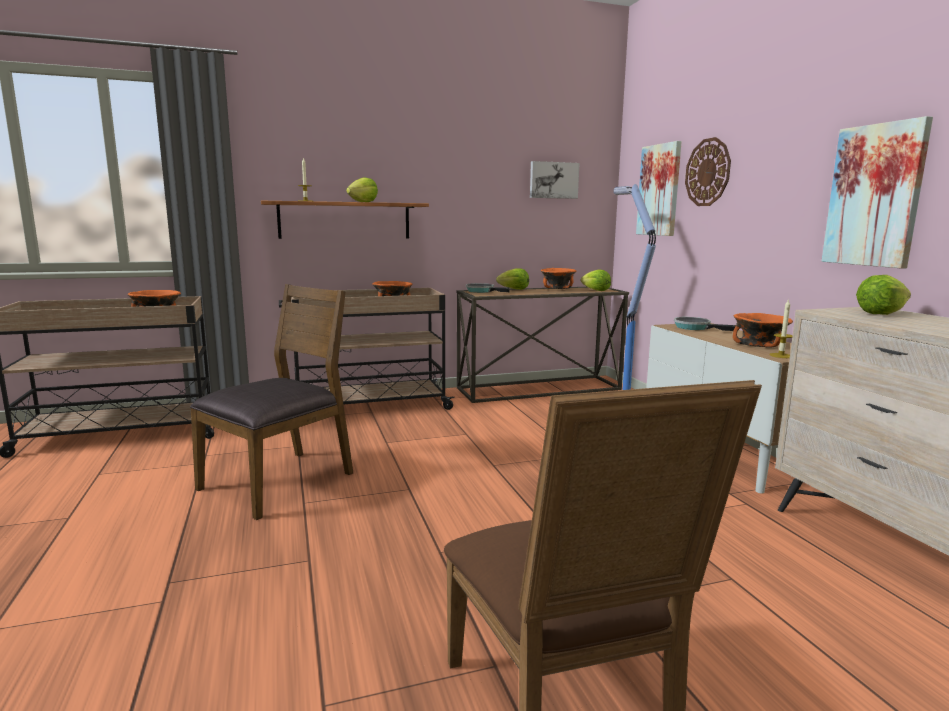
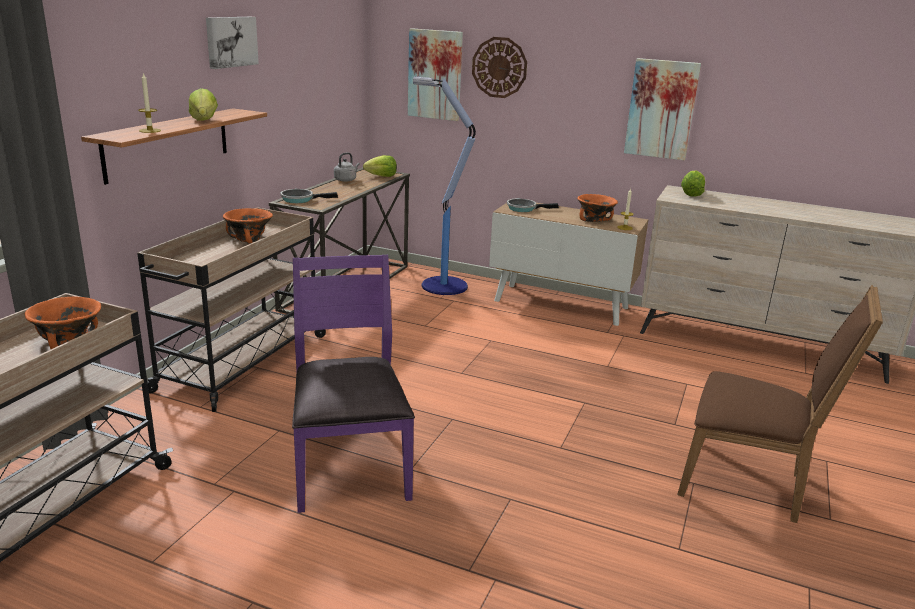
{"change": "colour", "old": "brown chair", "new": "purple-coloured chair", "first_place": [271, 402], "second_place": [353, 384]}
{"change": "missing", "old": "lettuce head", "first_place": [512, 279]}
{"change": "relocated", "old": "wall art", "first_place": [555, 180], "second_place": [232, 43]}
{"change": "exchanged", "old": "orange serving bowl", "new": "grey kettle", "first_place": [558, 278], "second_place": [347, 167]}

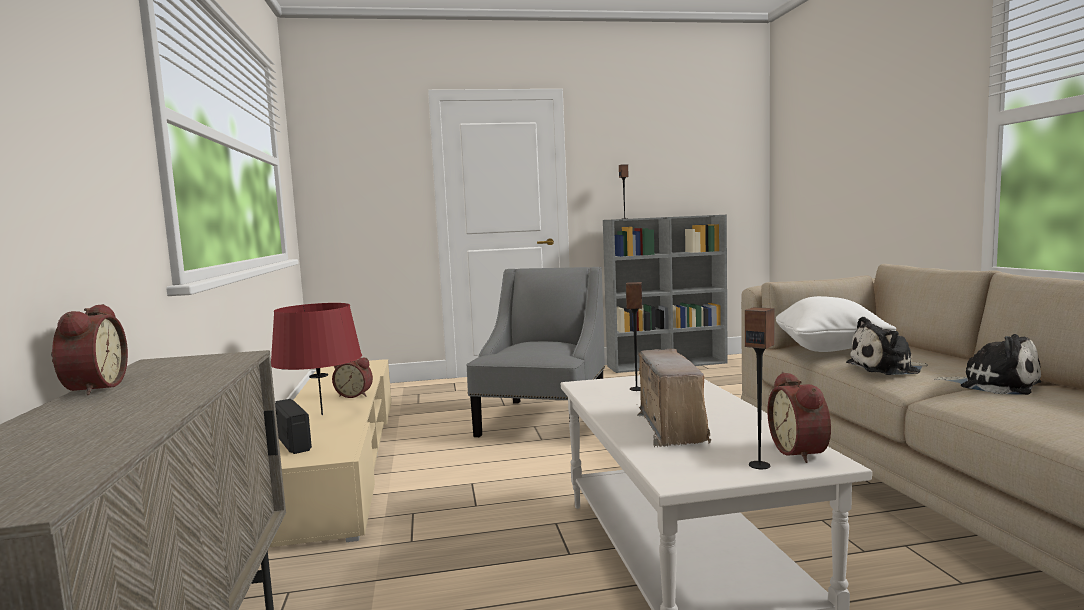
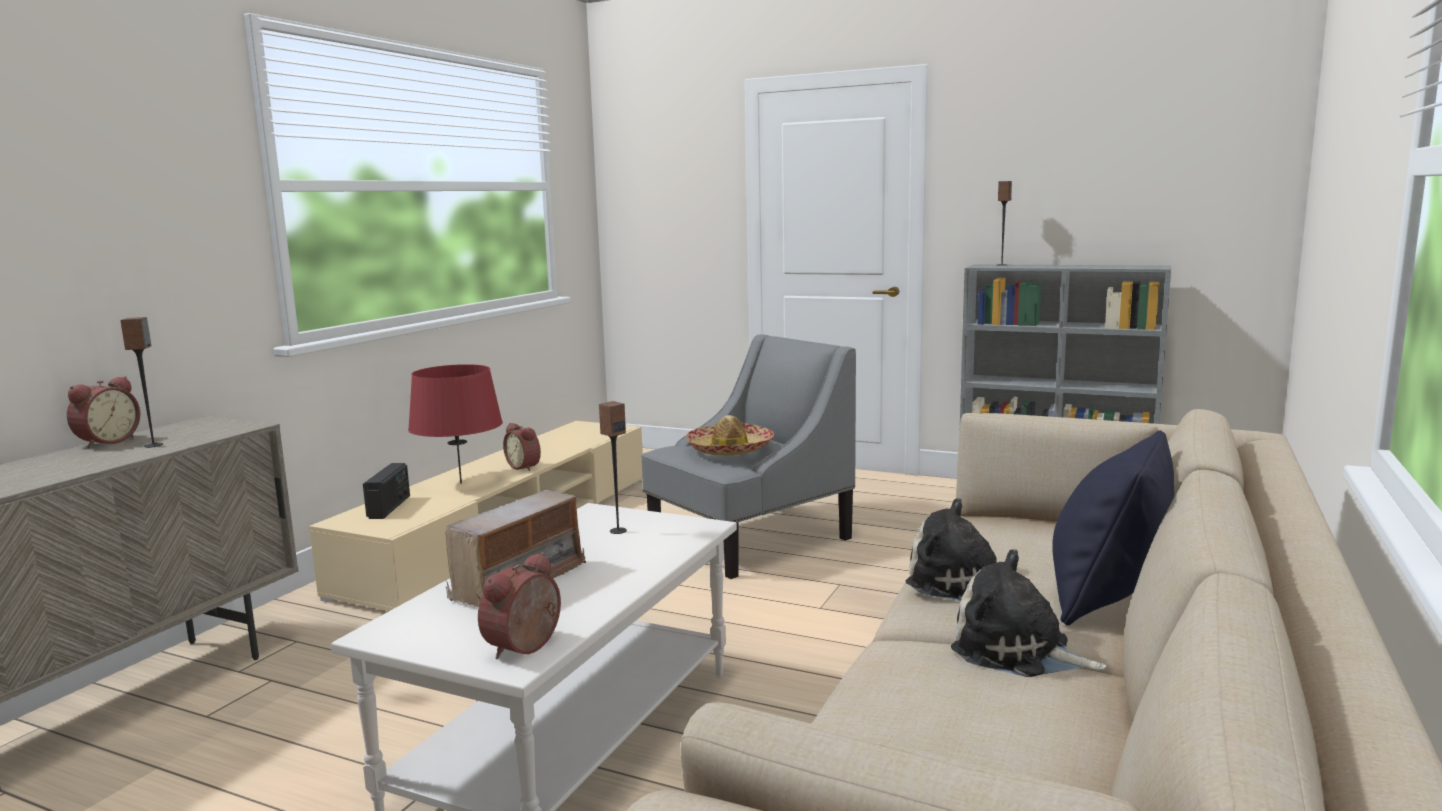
{"change": "relocated", "old": "speaker", "first_place": [760, 388], "second_place": [141, 382]}
{"change": "missing", "old": "white throw pillow", "first_place": [836, 324]}
{"change": "spun", "old": "cuddly toy", "first_place": [988, 364], "second_place": [1028, 613], "degrees": 135}
{"change": "appeared", "new": "clothing hat", "second_place": [730, 435]}
{"change": "appeared", "new": "black throw pillow", "second_place": [1113, 528]}

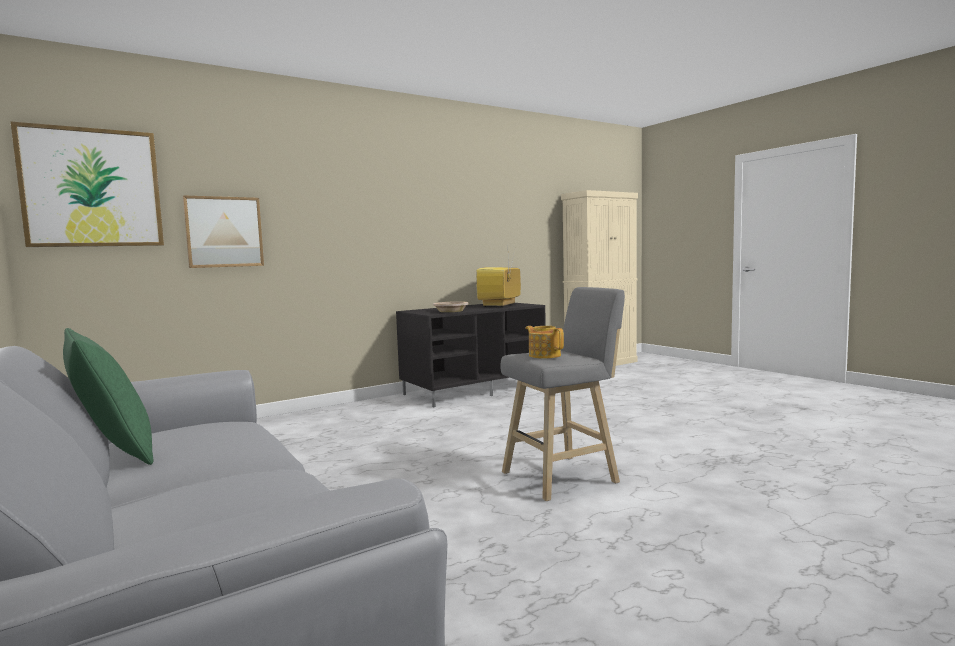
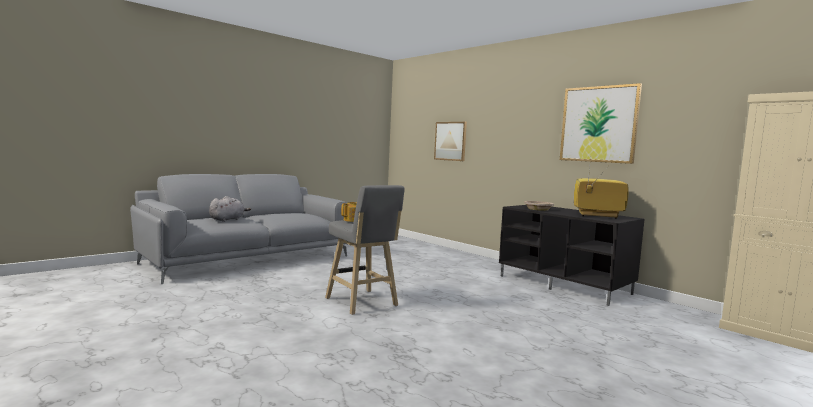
{"change": "relocated", "old": "wall art", "first_place": [87, 184], "second_place": [601, 123]}
{"change": "missing", "old": "greenish throw pillow", "first_place": [108, 396]}
{"change": "appeared", "new": "grey cuddly toy", "second_place": [230, 209]}

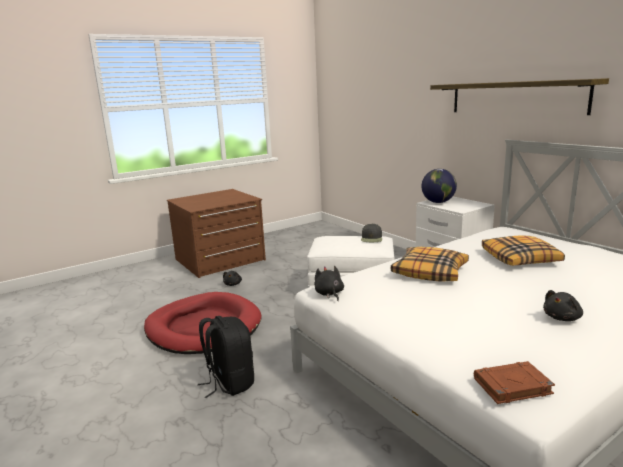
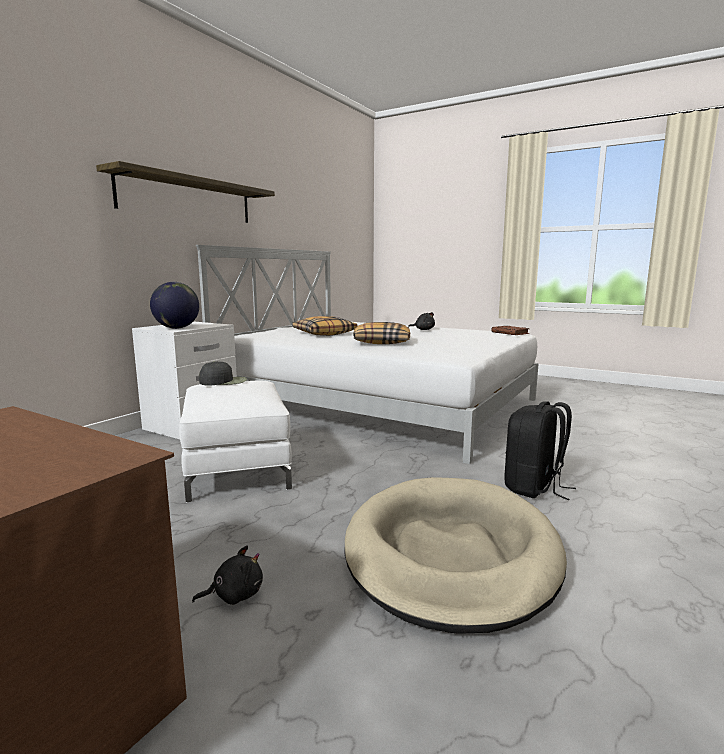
{"change": "colour", "old": "reddish dog cushion", "new": "sand-coloured dog cushion", "first_place": [202, 323], "second_place": [456, 555]}
{"change": "missing", "old": "black cuddly toy", "first_place": [329, 283]}

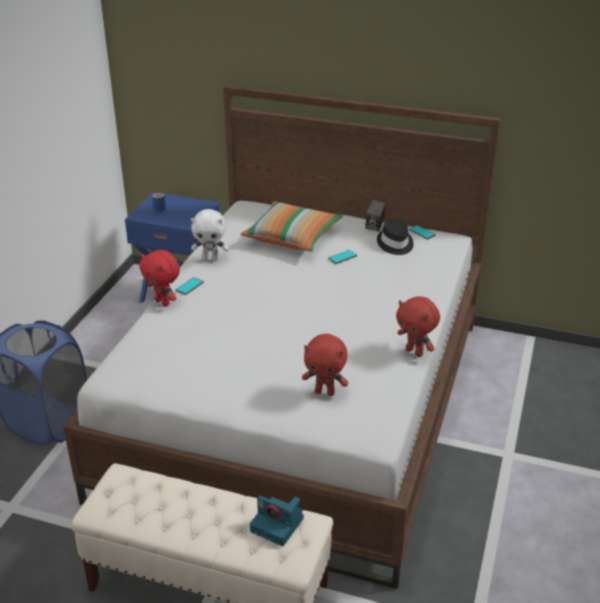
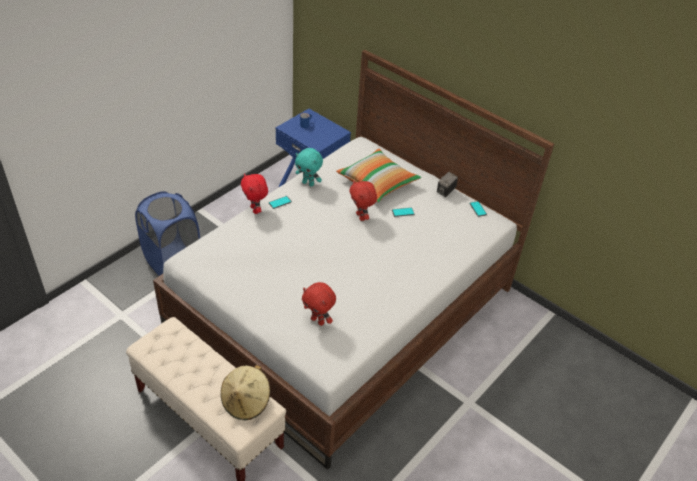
{"change": "colour", "old": "white cuddly toy", "new": "blue-green cuddly toy", "first_place": [210, 235], "second_place": [309, 167]}
{"change": "exchanged", "old": "still camera", "new": "sand-coloured clothing hat", "first_place": [277, 521], "second_place": [245, 392]}
{"change": "missing", "old": "black clothing hat", "first_place": [395, 237]}
{"change": "relocated", "old": "reddish cuddly toy", "first_place": [418, 326], "second_place": [363, 200]}

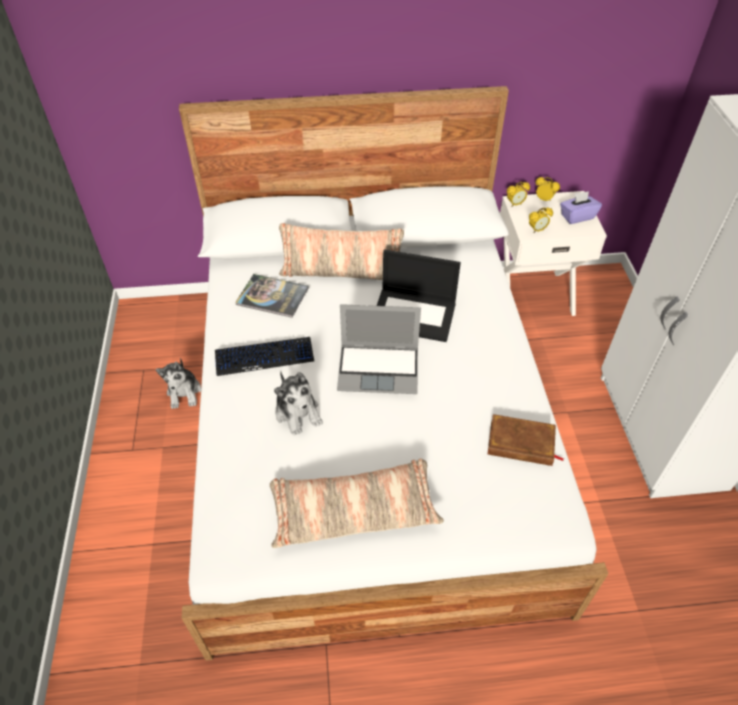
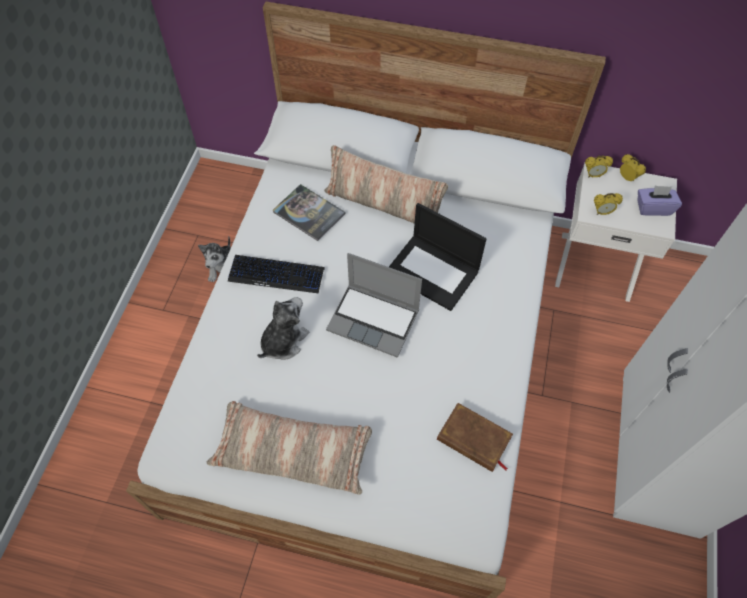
{"change": "spun", "old": "cuddly toy", "first_place": [298, 403], "second_place": [283, 328], "degrees": -135}

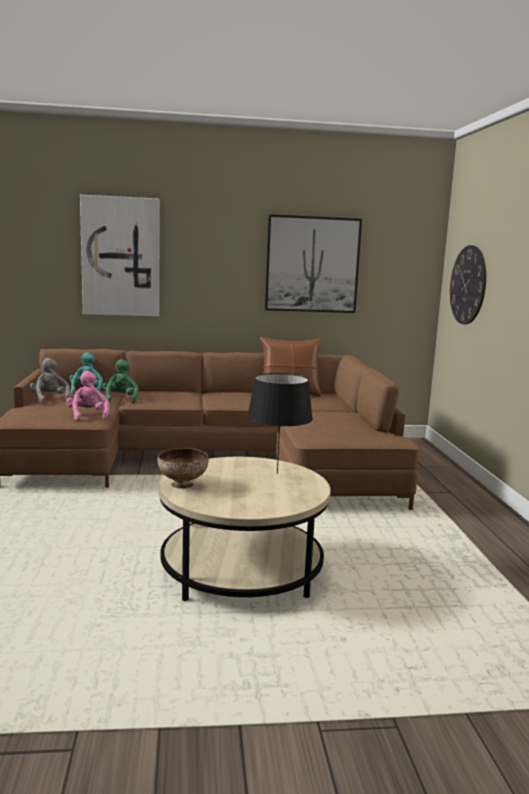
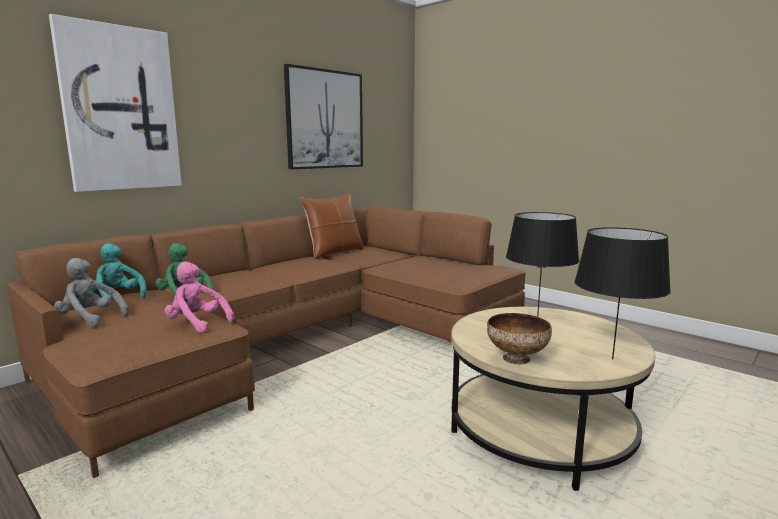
{"change": "missing", "old": "hanging clock", "first_place": [468, 284]}
{"change": "appeared", "new": "black lamp for a table", "second_place": [622, 293]}

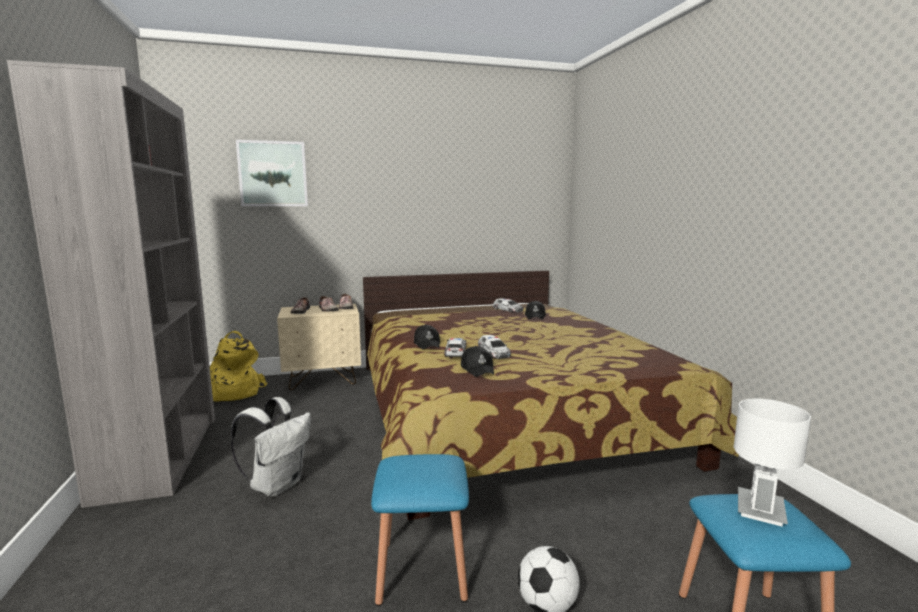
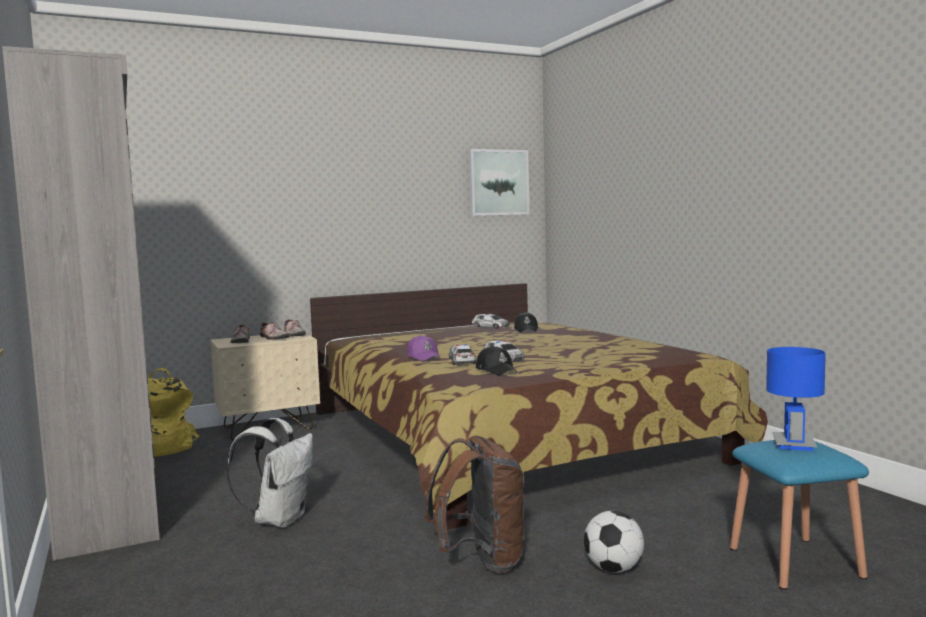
{"change": "relocated", "old": "wall art", "first_place": [272, 173], "second_place": [499, 182]}
{"change": "exchanged", "old": "bluish sitting stool", "new": "brown backpack", "first_place": [420, 530], "second_place": [475, 504]}
{"change": "colour", "old": "black baseball cap", "new": "purple-coloured baseball cap", "first_place": [427, 337], "second_place": [423, 348]}
{"change": "colour", "old": "white lamp for a table", "new": "bluish lamp for a table", "first_place": [772, 462], "second_place": [796, 399]}

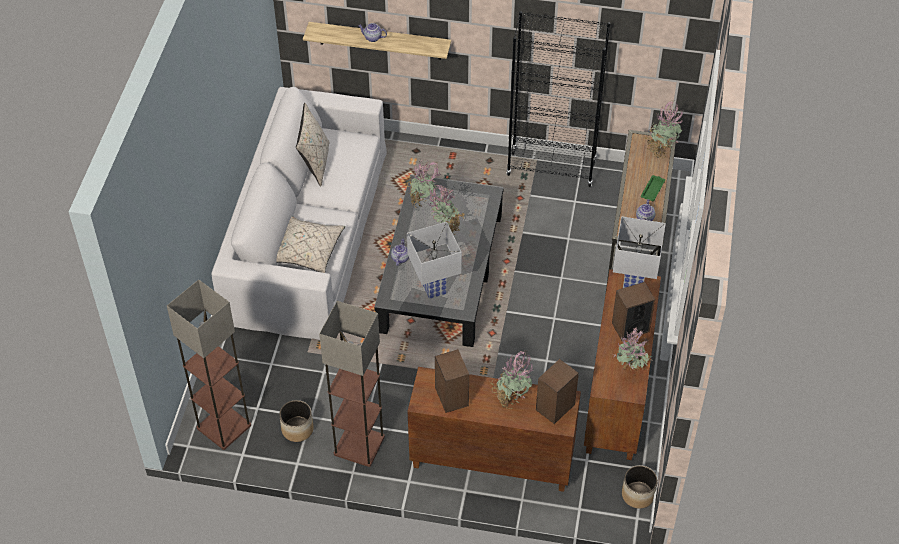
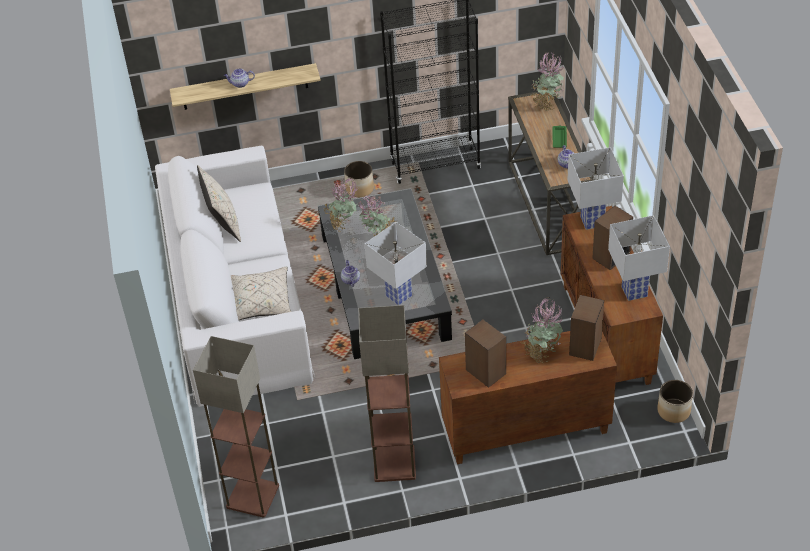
{"change": "relocated", "old": "planter", "first_place": [296, 421], "second_place": [359, 179]}
{"change": "exchanged", "old": "houseplant", "new": "white lamp for a table", "first_place": [633, 349], "second_place": [639, 258]}

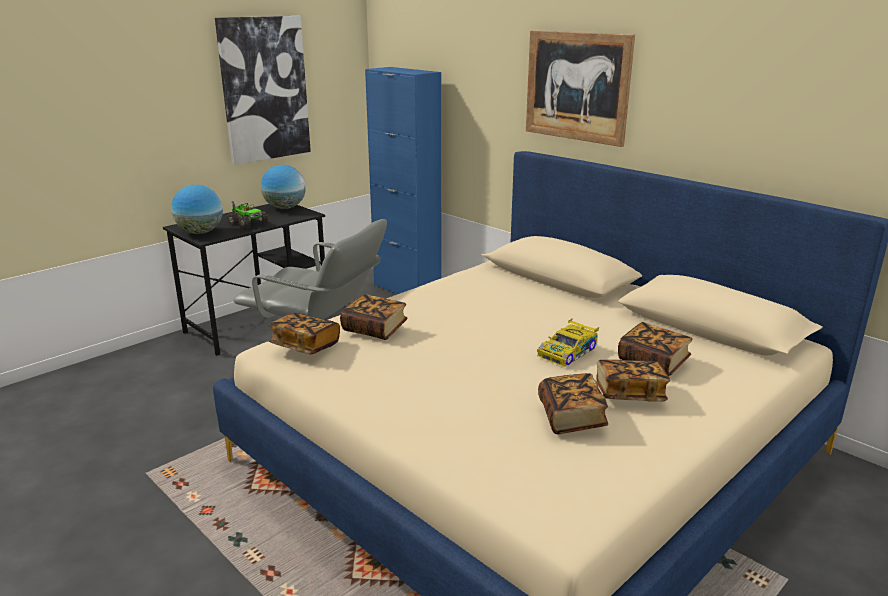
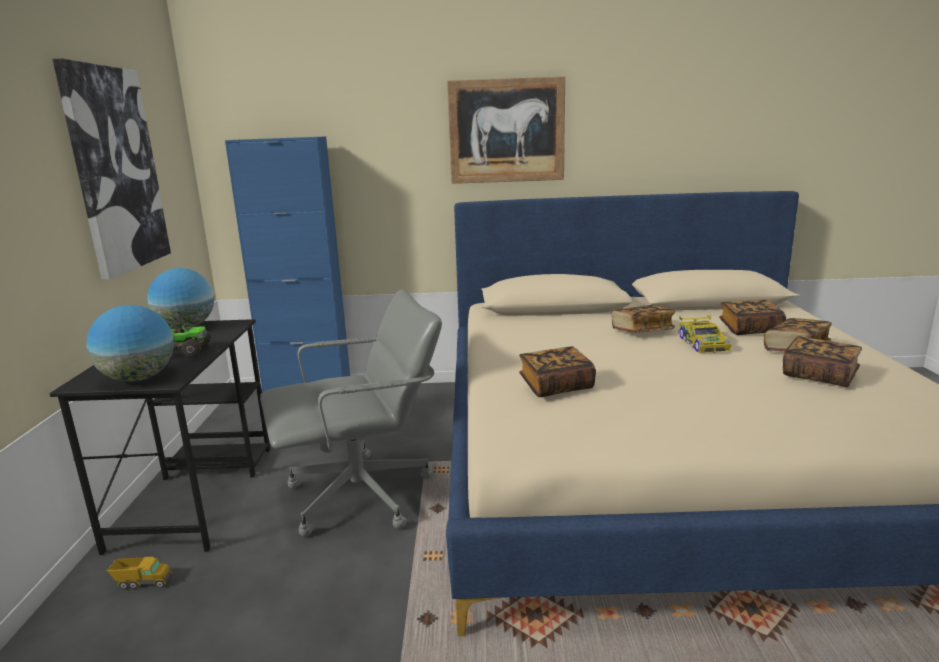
{"change": "relocated", "old": "volume", "first_place": [304, 333], "second_place": [643, 319]}
{"change": "appeared", "new": "model truck", "second_place": [139, 573]}

